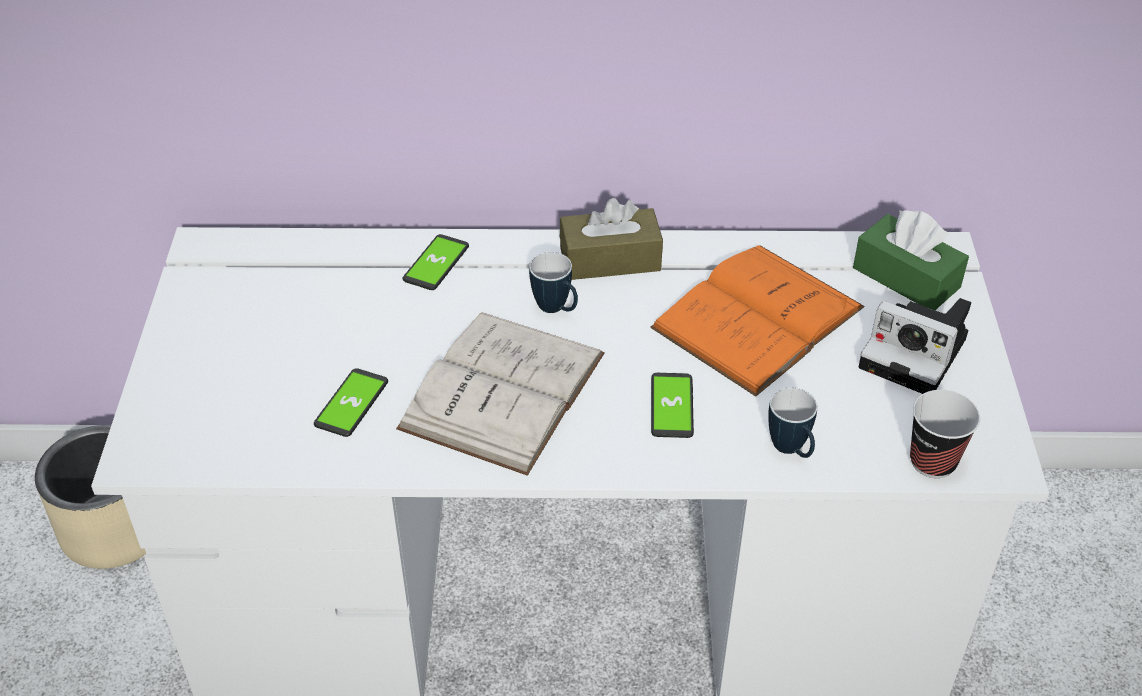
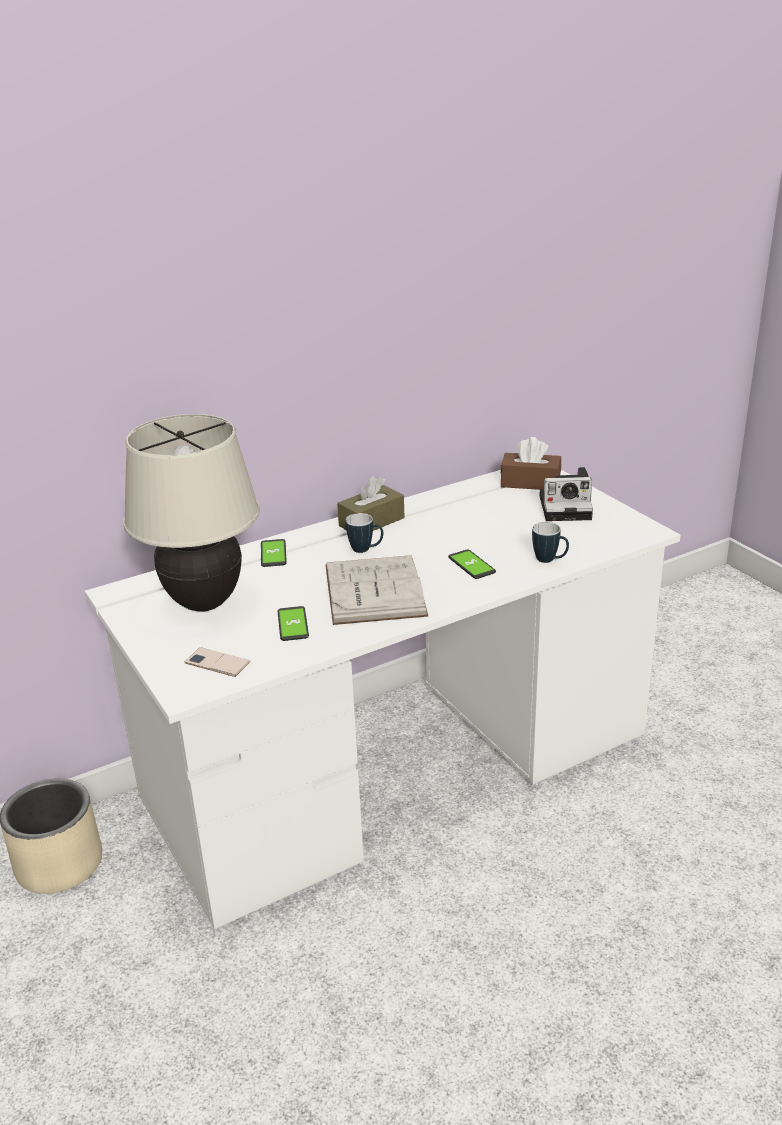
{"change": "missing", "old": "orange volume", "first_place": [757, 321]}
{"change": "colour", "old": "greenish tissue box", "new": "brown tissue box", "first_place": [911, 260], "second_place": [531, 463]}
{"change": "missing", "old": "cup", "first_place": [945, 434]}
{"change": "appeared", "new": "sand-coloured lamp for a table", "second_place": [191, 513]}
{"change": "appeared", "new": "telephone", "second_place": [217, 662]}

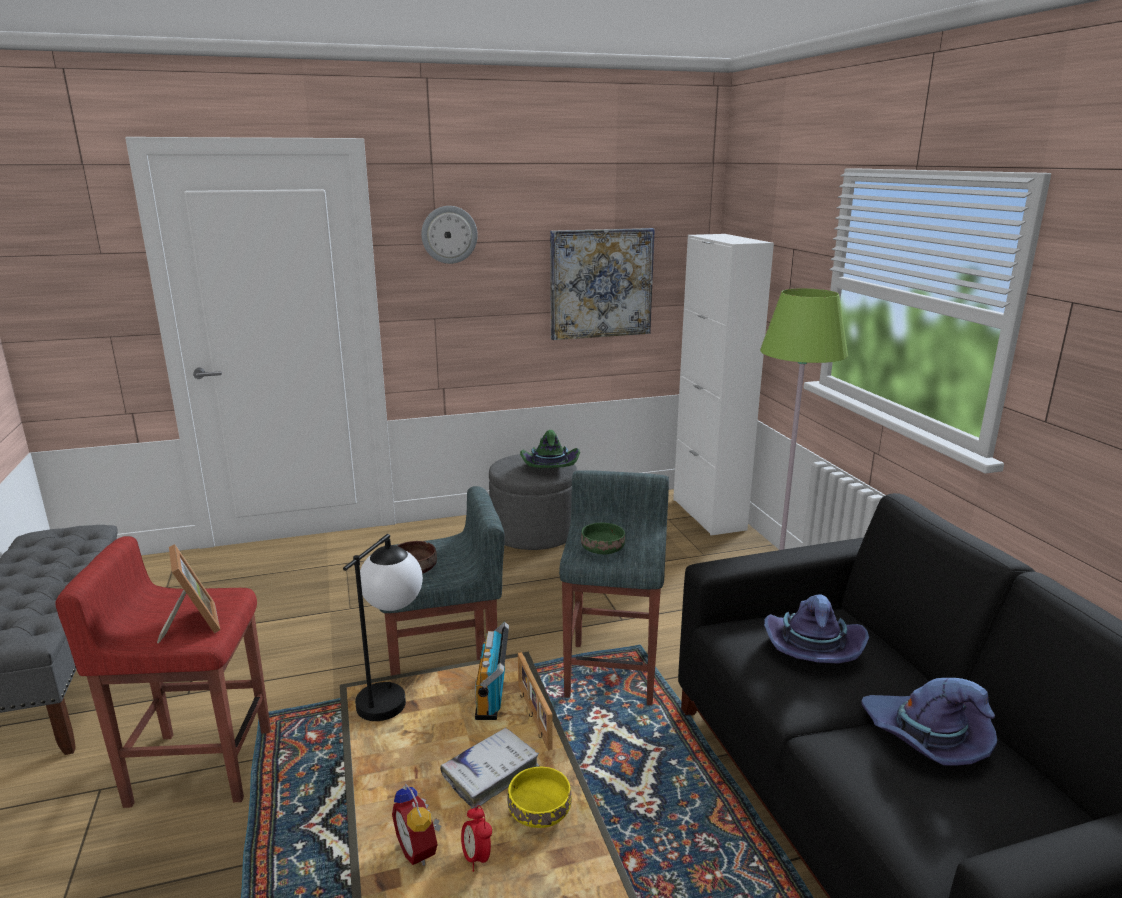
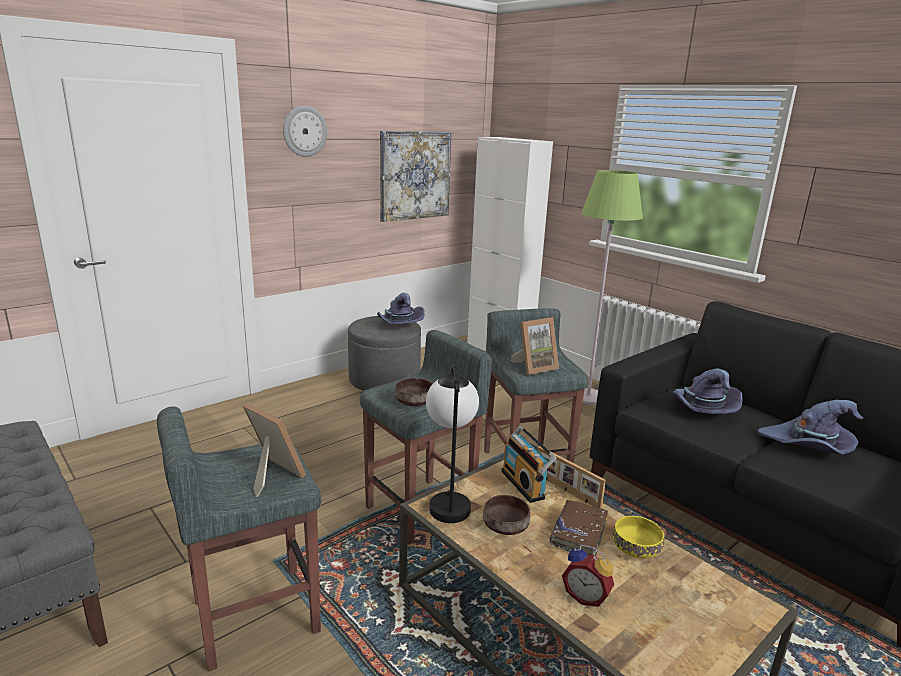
{"change": "colour", "old": "reddish sitting stool", "new": "grey sitting stool", "first_place": [163, 672], "second_place": [239, 539]}
{"change": "colour", "old": "white volume", "new": "brown volume", "first_place": [490, 768], "second_place": [578, 528]}
{"change": "missing", "old": "bedside clock", "first_place": [476, 838]}
{"change": "colour", "old": "greenish clothing hat", "new": "purple-coloured clothing hat", "first_place": [550, 449], "second_place": [401, 308]}
{"change": "exchanged", "old": "greenish serving bowl", "new": "photo frame", "first_place": [603, 538], "second_place": [535, 346]}
{"change": "appeared", "new": "brown serving bowl", "second_place": [506, 515]}

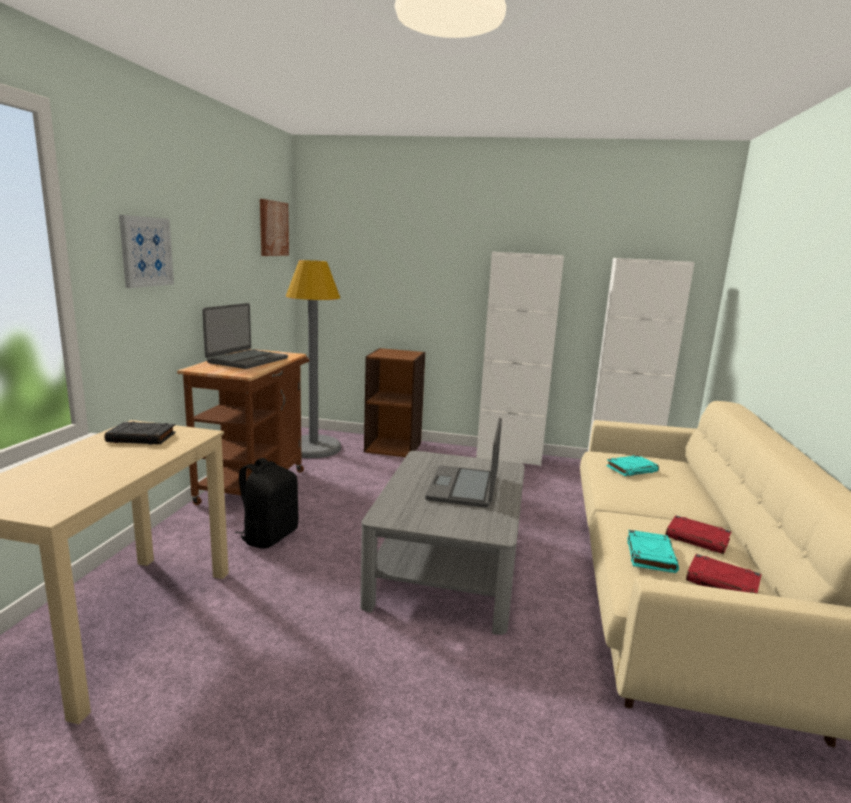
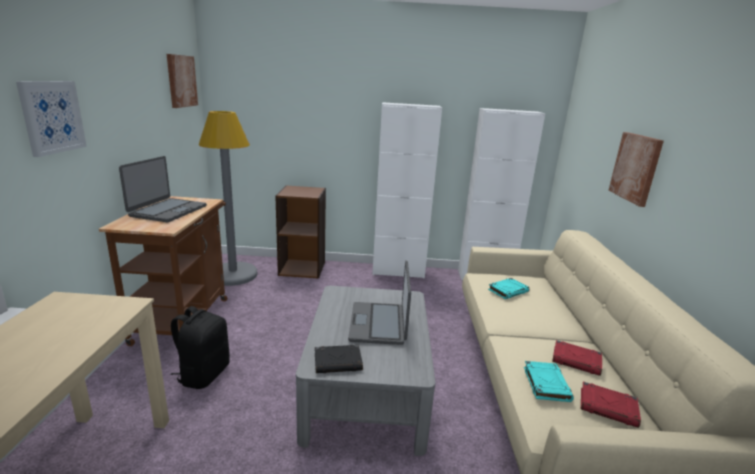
{"change": "relocated", "old": "black volume", "first_place": [140, 433], "second_place": [339, 359]}
{"change": "appeared", "new": "wall art", "second_place": [636, 169]}

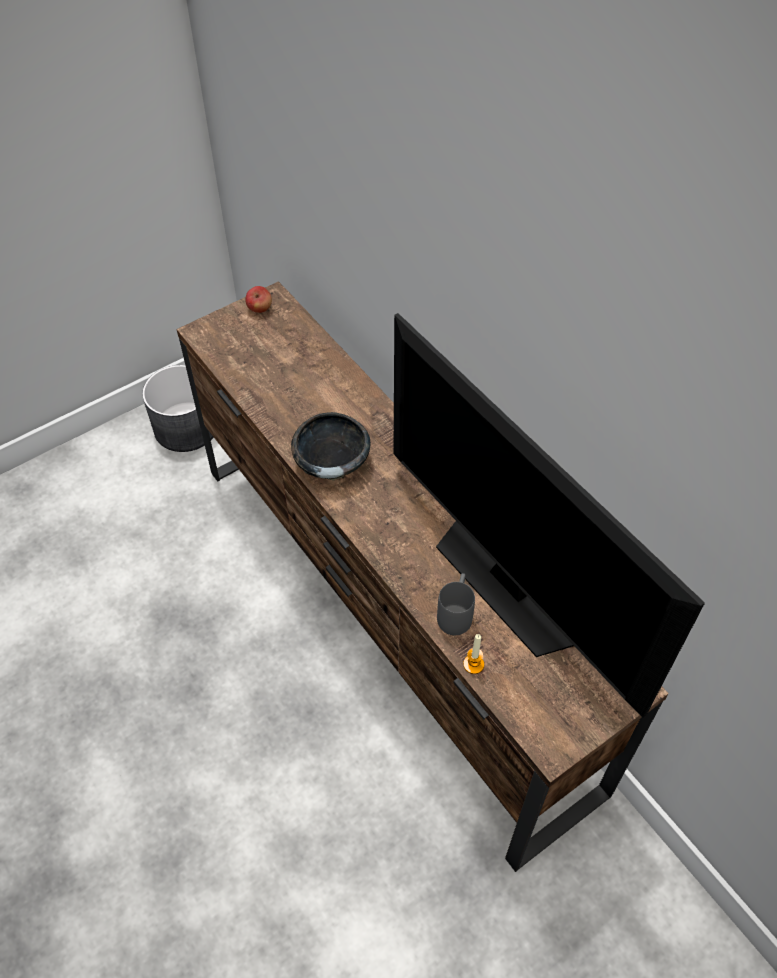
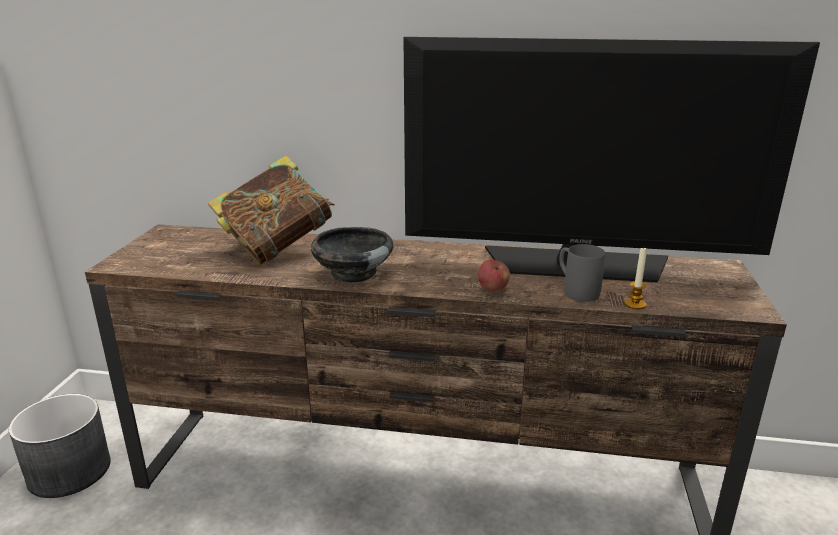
{"change": "relocated", "old": "apple fruit", "first_place": [258, 299], "second_place": [494, 276]}
{"change": "appeared", "new": "volume", "second_place": [271, 210]}

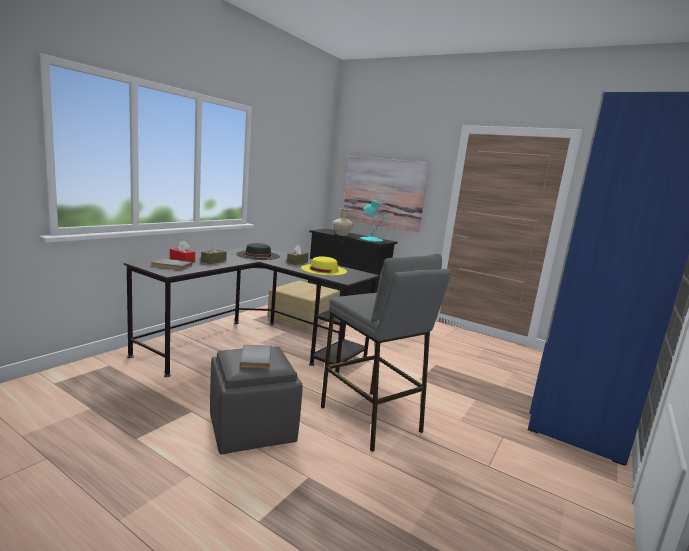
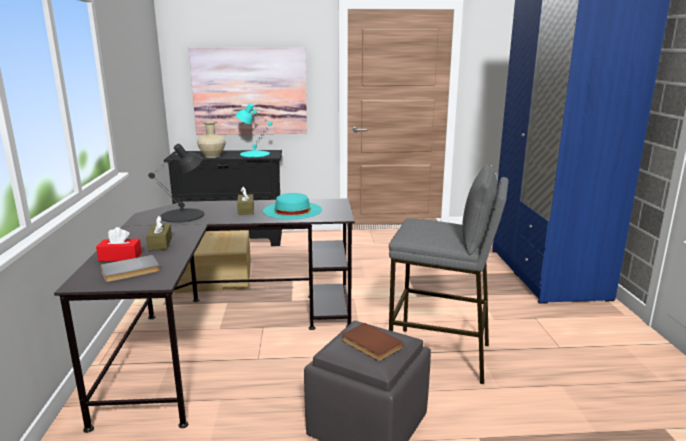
{"change": "exchanged", "old": "black clothing hat", "new": "black lamp for a table", "first_place": [258, 251], "second_place": [176, 183]}
{"change": "colour", "old": "grey volume", "new": "brown volume", "first_place": [255, 356], "second_place": [373, 342]}
{"change": "colour", "old": "yellow clothing hat", "new": "blue-green clothing hat", "first_place": [324, 265], "second_place": [292, 206]}

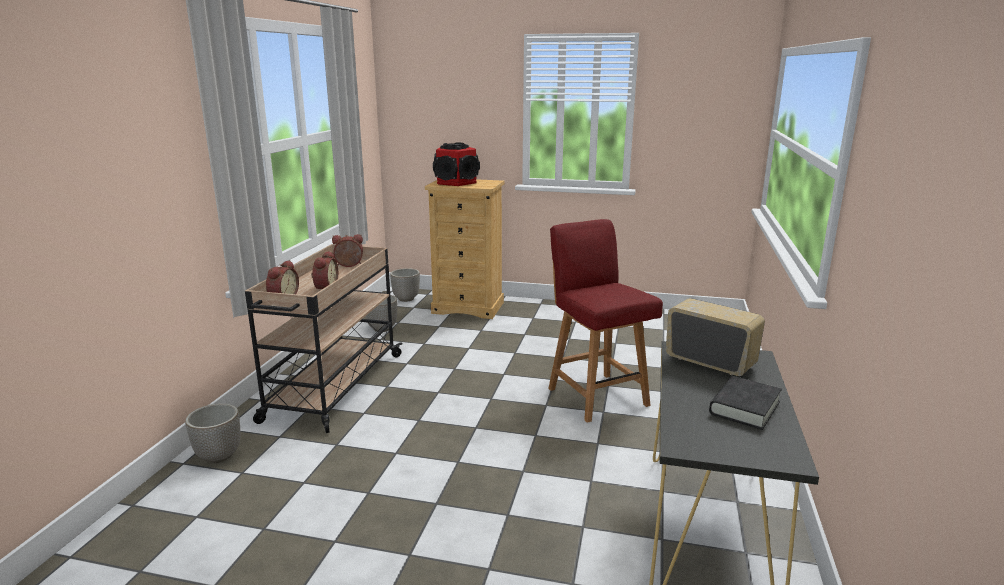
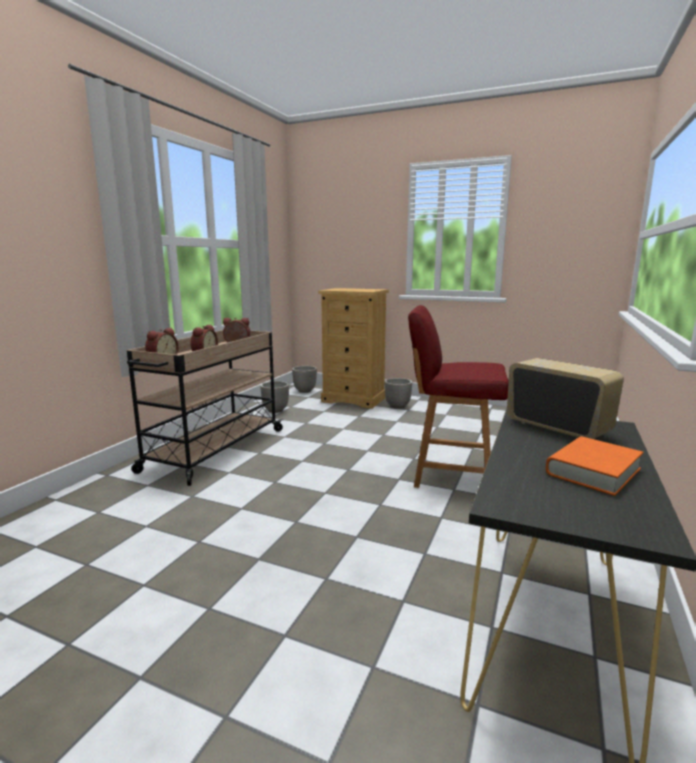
{"change": "relocated", "old": "planter", "first_place": [212, 433], "second_place": [398, 393]}
{"change": "missing", "old": "speaker", "first_place": [456, 164]}
{"change": "spun", "old": "reddish chair", "first_place": [605, 321], "second_place": [458, 396], "degrees": -60}
{"change": "colour", "old": "black volume", "new": "orange volume", "first_place": [745, 403], "second_place": [594, 466]}

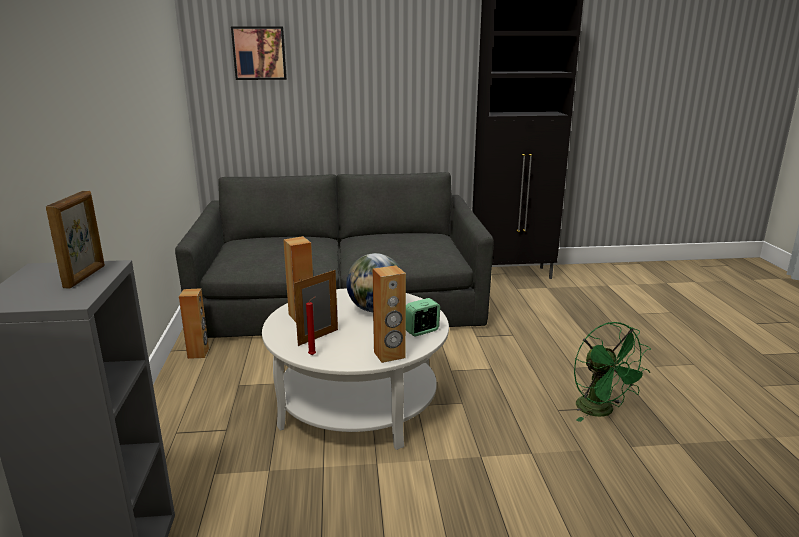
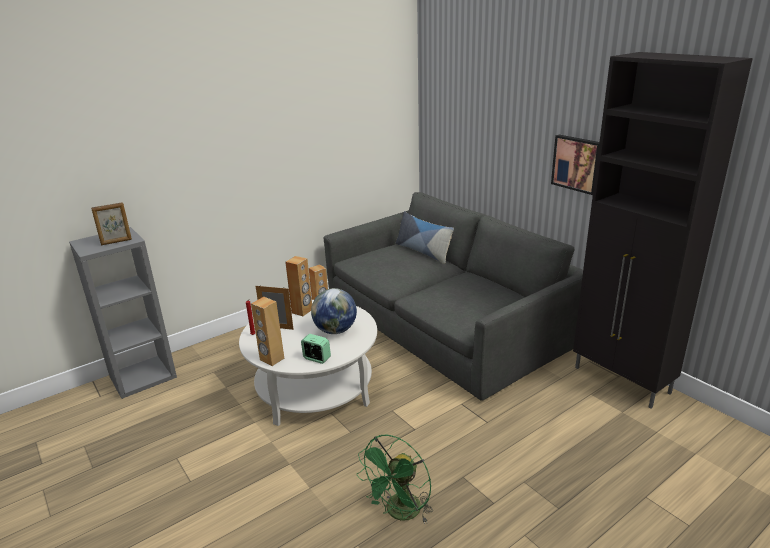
{"change": "relocated", "old": "wall art", "first_place": [259, 53], "second_place": [575, 164]}
{"change": "appeared", "new": "throw pillow", "second_place": [425, 237]}

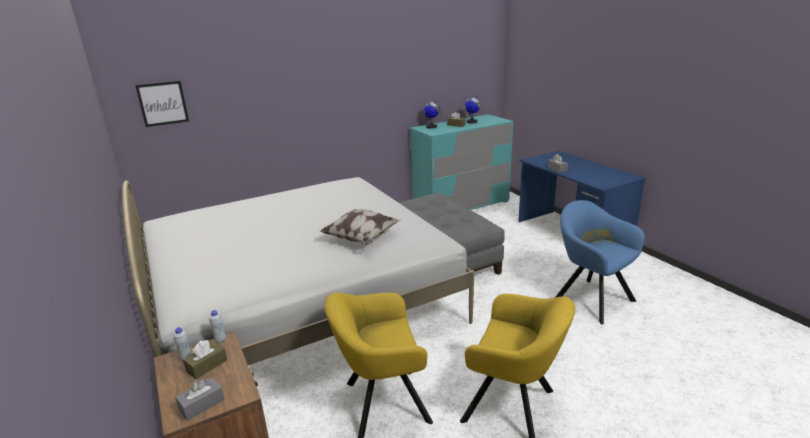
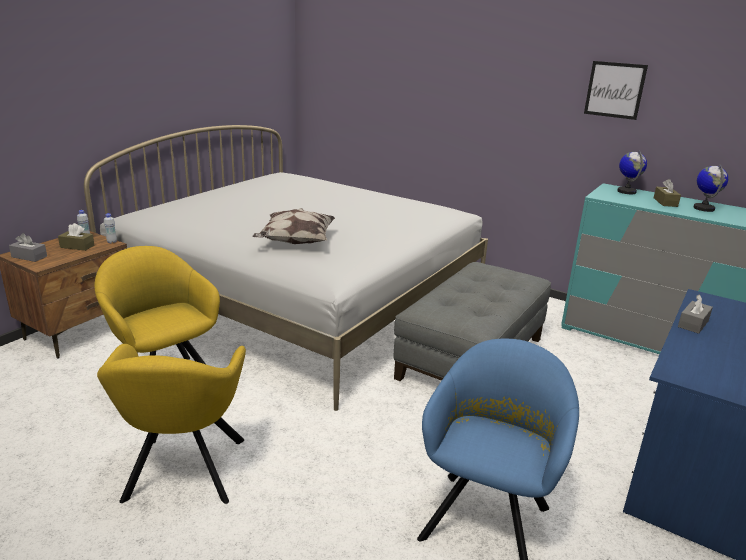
{"change": "relocated", "old": "wall art", "first_place": [162, 104], "second_place": [616, 90]}

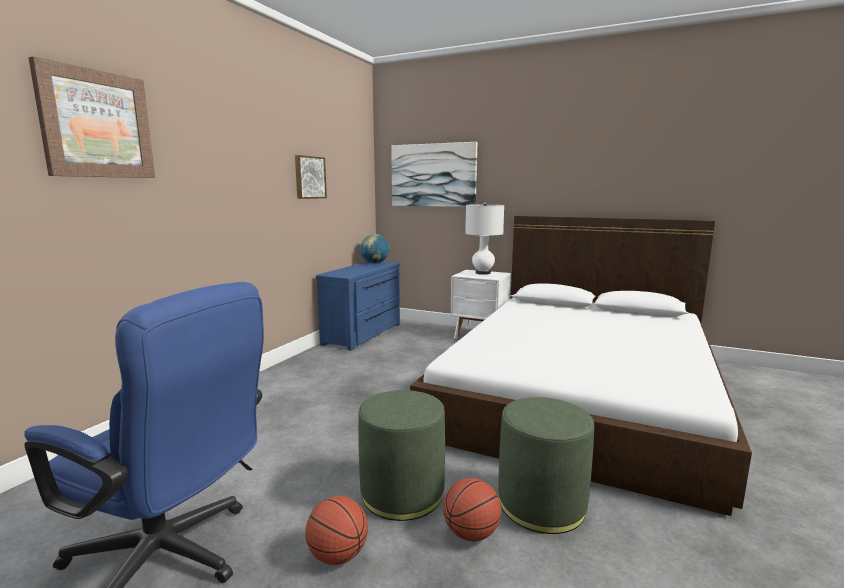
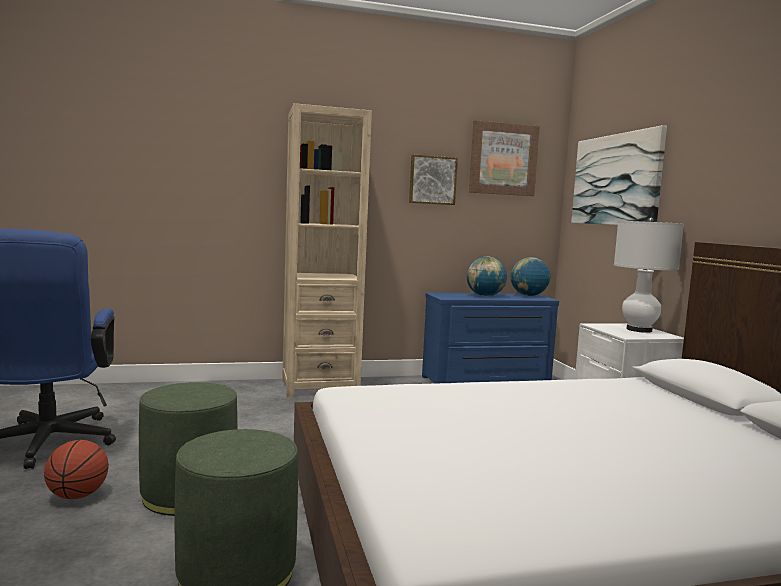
{"change": "relocated", "old": "wall art", "first_place": [92, 117], "second_place": [504, 158]}
{"change": "missing", "old": "basketball ball", "first_place": [472, 509]}
{"change": "appeared", "new": "sand-coloured bookshelf", "second_place": [327, 250]}
{"change": "appeared", "new": "world globe", "second_place": [487, 276]}

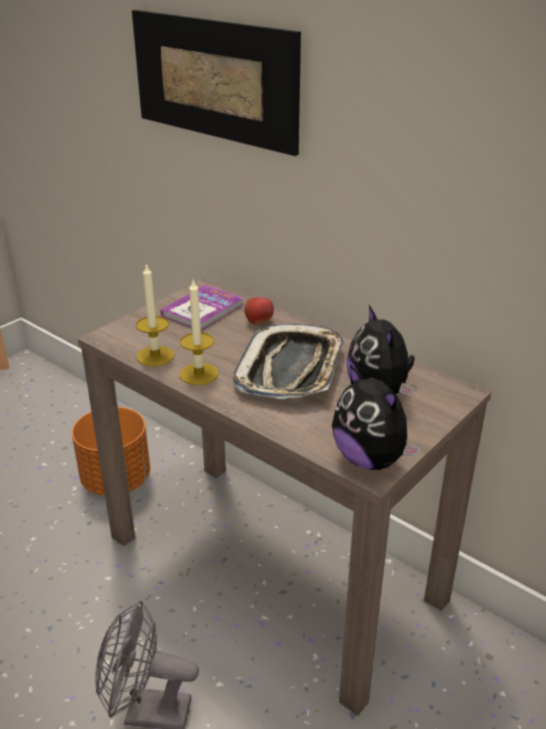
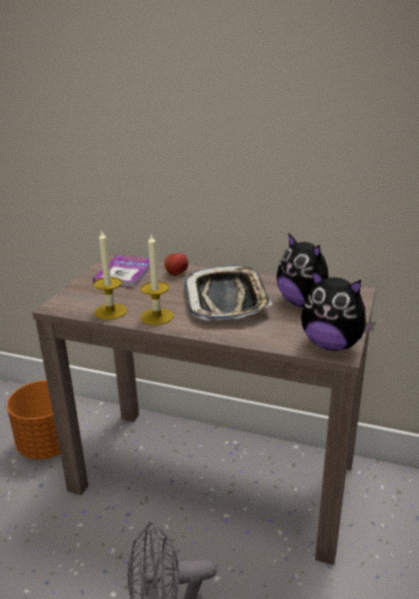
{"change": "missing", "old": "wall art", "first_place": [216, 83]}

